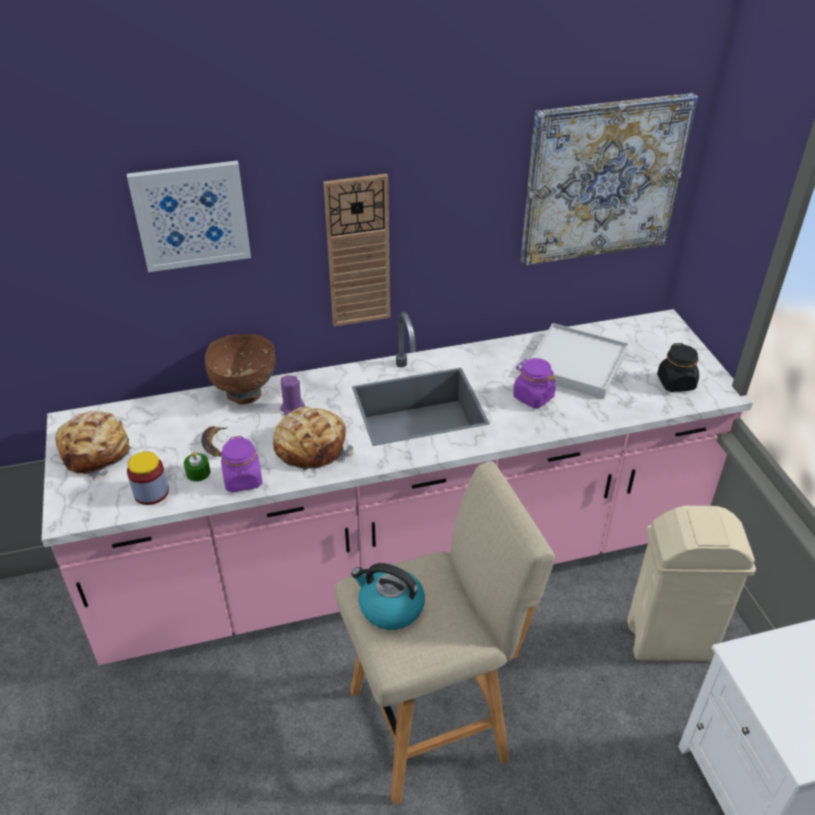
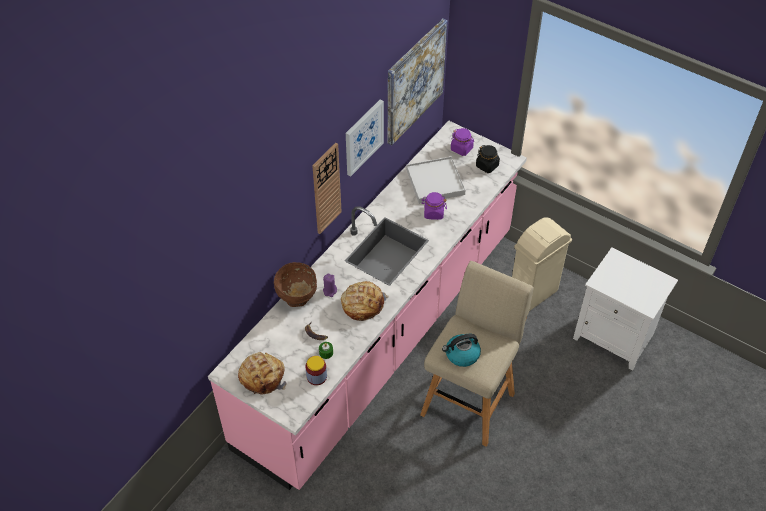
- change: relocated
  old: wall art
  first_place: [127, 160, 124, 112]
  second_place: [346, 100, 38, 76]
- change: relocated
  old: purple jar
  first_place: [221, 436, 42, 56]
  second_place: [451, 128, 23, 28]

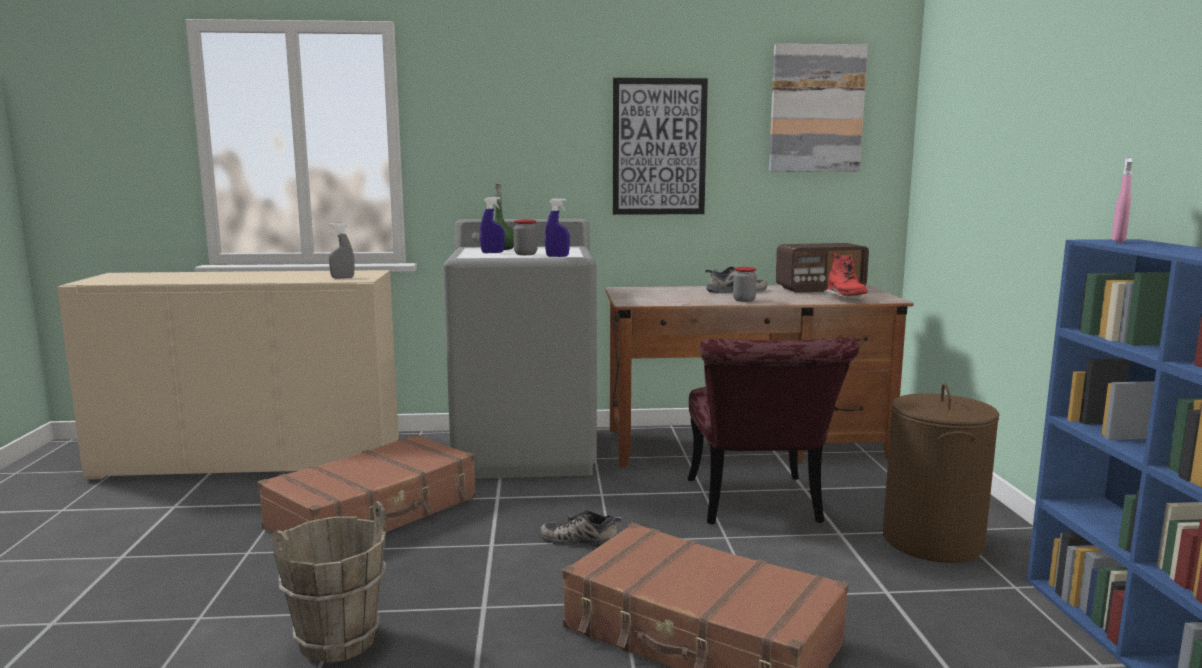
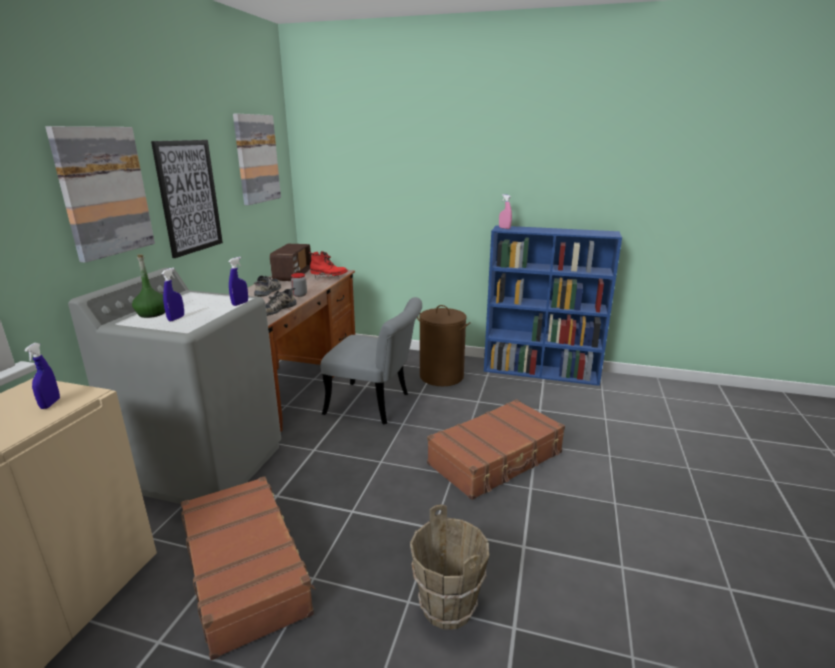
- change: missing
  old: jar
  first_place: [513, 219, 25, 36]
- change: colour
  old: greyish sprayer
  new: blue sprayer
  first_place: [329, 223, 25, 55]
  second_place: [24, 343, 36, 66]
- change: colour
  old: reddish plain chair
  new: greyish plain chair
  first_place: [688, 338, 171, 187]
  second_place: [321, 297, 101, 127]
- change: relocated
  old: shoe
  first_place: [540, 510, 83, 37]
  second_place: [265, 287, 32, 29]
- change: appeared
  new: wall art
  second_place: [45, 126, 110, 137]

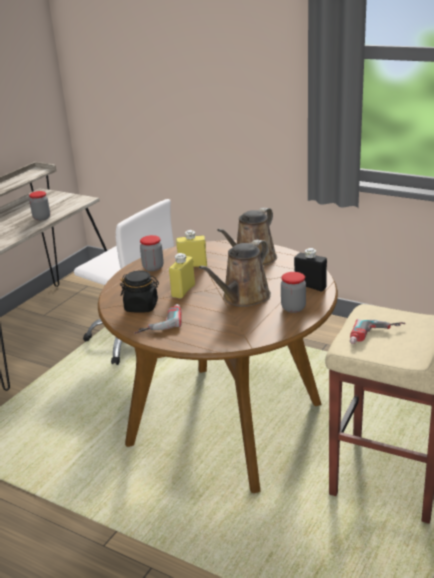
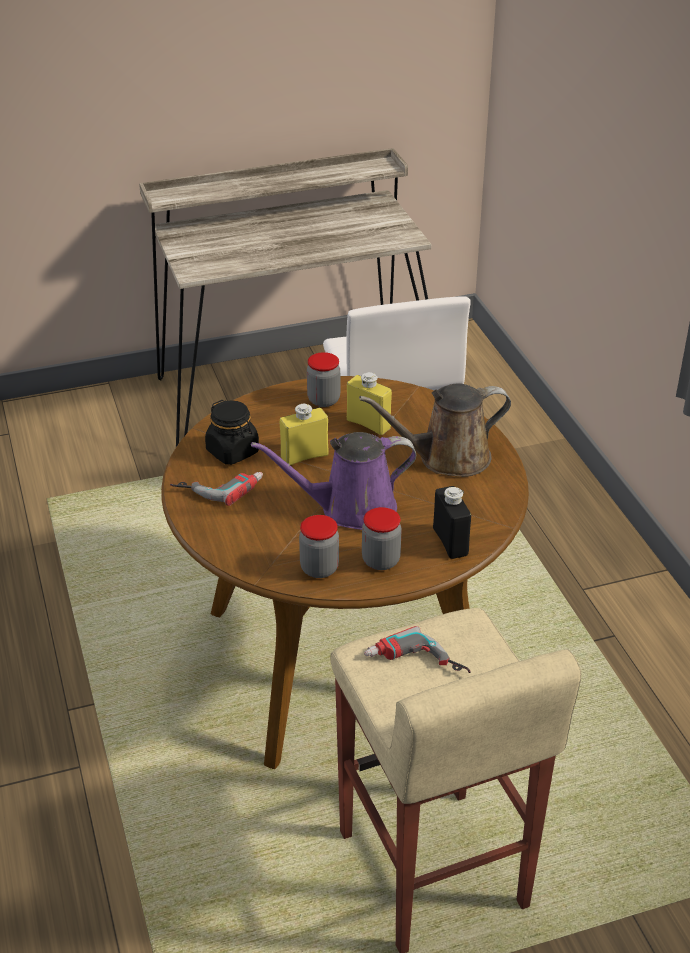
- change: relocated
  old: jar
  first_place: [29, 191, 21, 30]
  second_place: [299, 515, 40, 63]
- change: colour
  old: brownish watering can
  new: purple watering can
  first_place: [199, 239, 72, 68]
  second_place: [251, 432, 165, 98]

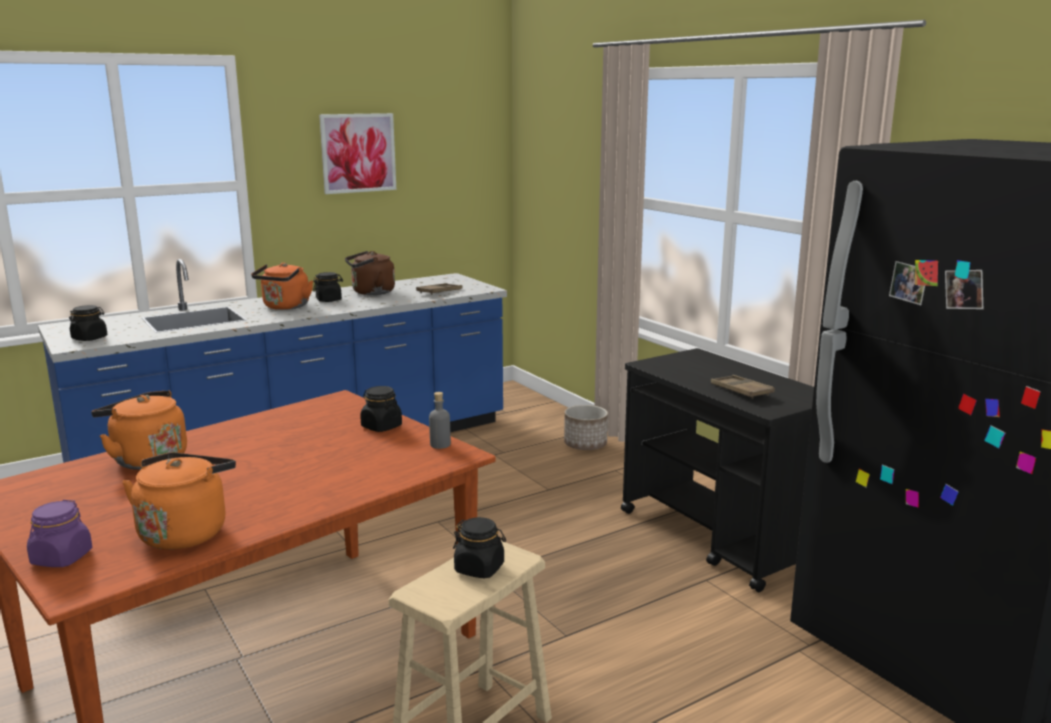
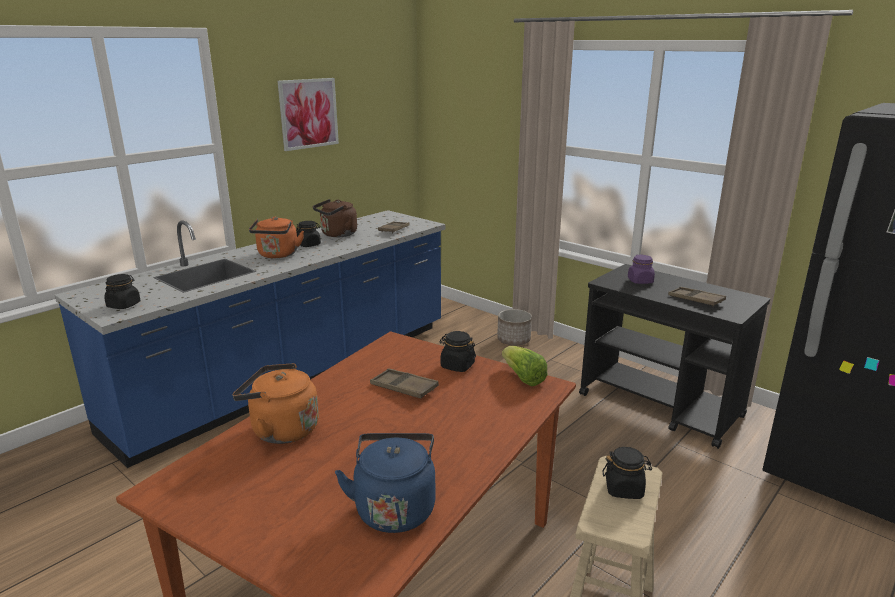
- change: exchanged
  old: greyish bottle
  new: lettuce
  first_place: [429, 392, 22, 57]
  second_place: [502, 346, 45, 40]
- change: colour
  old: orange tea kettle
  new: blue tea kettle
  first_place: [122, 452, 114, 98]
  second_place: [335, 433, 101, 100]
- change: relocated
  old: purple jar
  first_place: [27, 500, 65, 67]
  second_place: [628, 255, 27, 29]
- change: appeared
  new: brownish serving tray
  second_place: [370, 368, 69, 31]

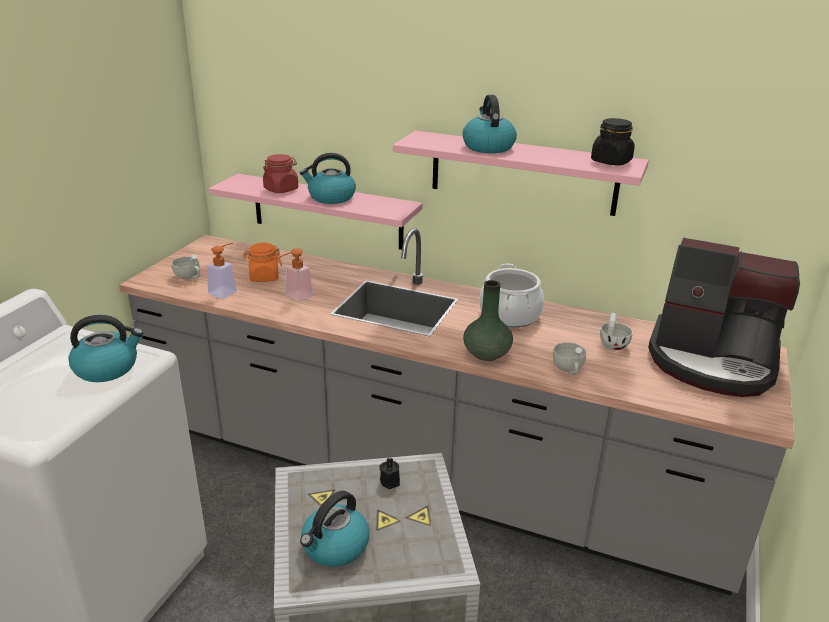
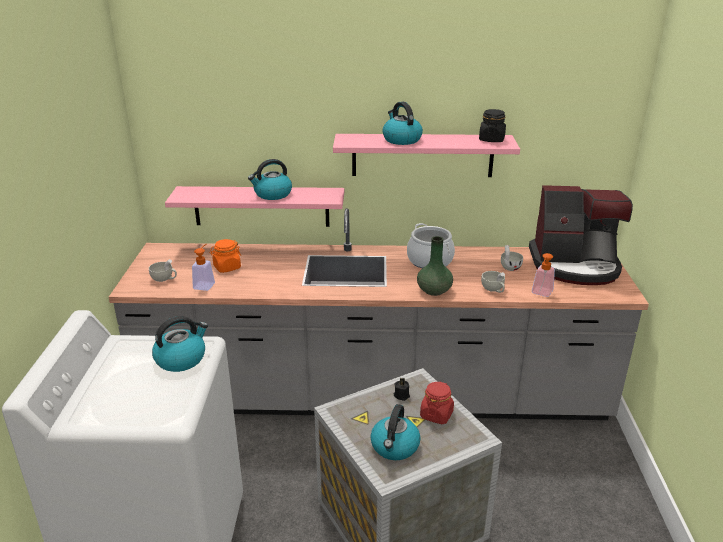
- change: relocated
  old: reddish jar
  first_place: [263, 154, 35, 39]
  second_place: [420, 381, 34, 43]
- change: relocated
  old: soap dispenser
  first_place: [278, 248, 35, 53]
  second_place: [532, 253, 23, 44]

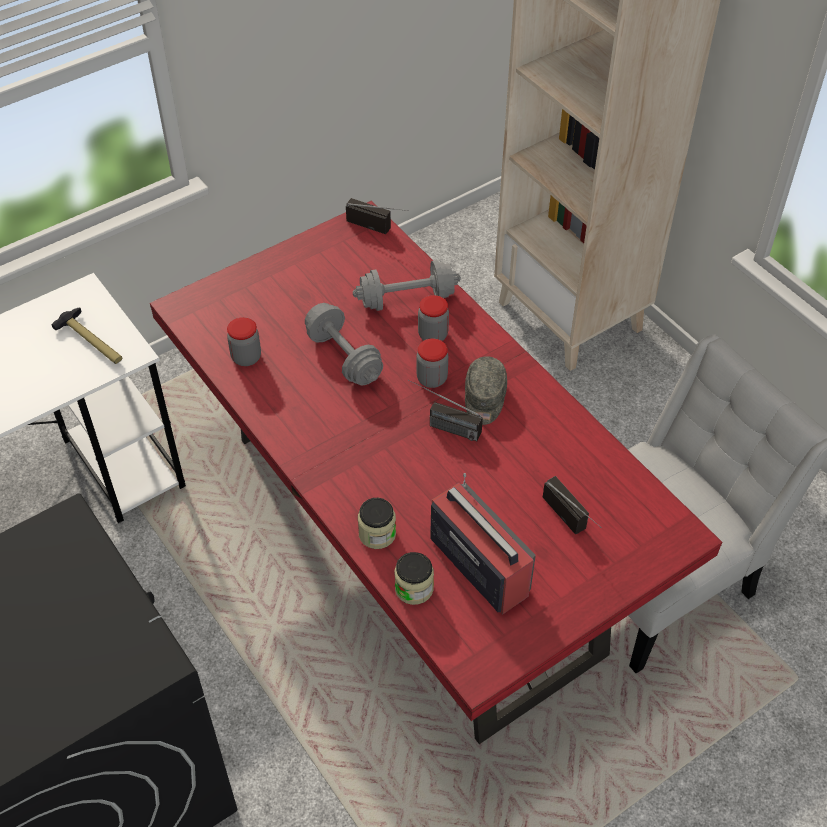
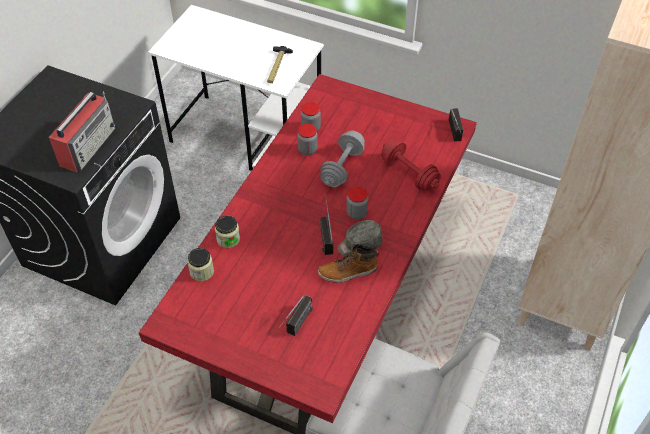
- change: colour
  old: greyish hand weight
  new: reddish hand weight
  first_place: [353, 260, 108, 51]
  second_place: [381, 140, 60, 51]
- change: relocated
  old: jar
  first_place: [418, 295, 31, 46]
  second_place: [297, 124, 21, 31]
- change: relocated
  old: radio
  first_place: [430, 473, 106, 142]
  second_place: [49, 92, 66, 80]
- change: appeared
  new: high-top boot
  second_place: [318, 244, 61, 39]

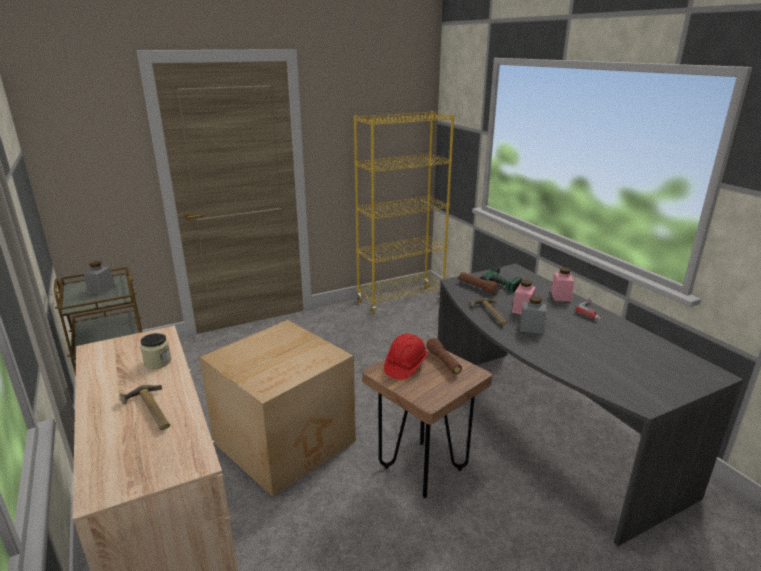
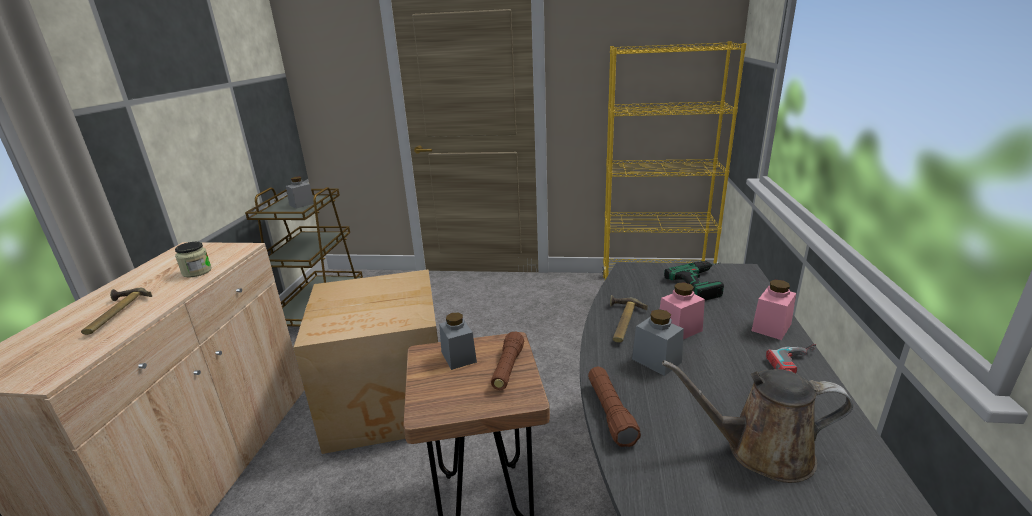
- change: relocated
  old: brownish flashlight
  first_place: [459, 272, 41, 22]
  second_place: [588, 367, 53, 80]
- change: exchanged
  old: reddish work helmet
  new: greyish jar
  first_place: [384, 333, 44, 47]
  second_place: [439, 313, 38, 57]
- change: appeared
  new: brownish watering can
  second_place: [662, 360, 191, 123]

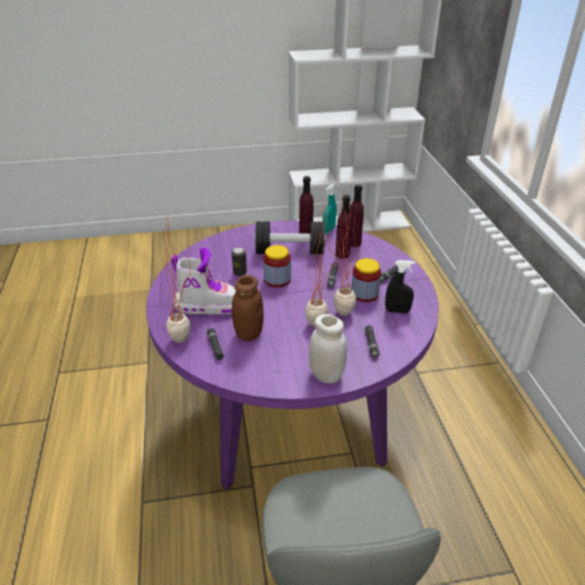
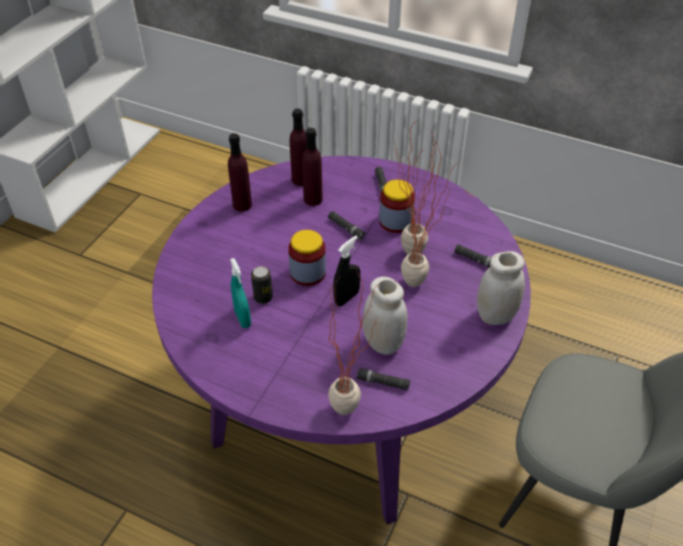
- change: relocated
  old: turquoise sprayer
  first_place: [322, 184, 15, 50]
  second_place: [230, 258, 21, 70]
- change: missing
  old: black-coloured hand weight
  first_place: [254, 221, 72, 33]
- change: missing
  old: high-top boot
  first_place: [172, 247, 64, 67]
- change: relocated
  old: black-coloured sprayer
  first_place: [385, 260, 30, 53]
  second_place: [333, 236, 27, 70]
- change: colour
  old: brownish jar
  new: white jar
  first_place: [232, 275, 32, 66]
  second_place: [363, 277, 45, 78]

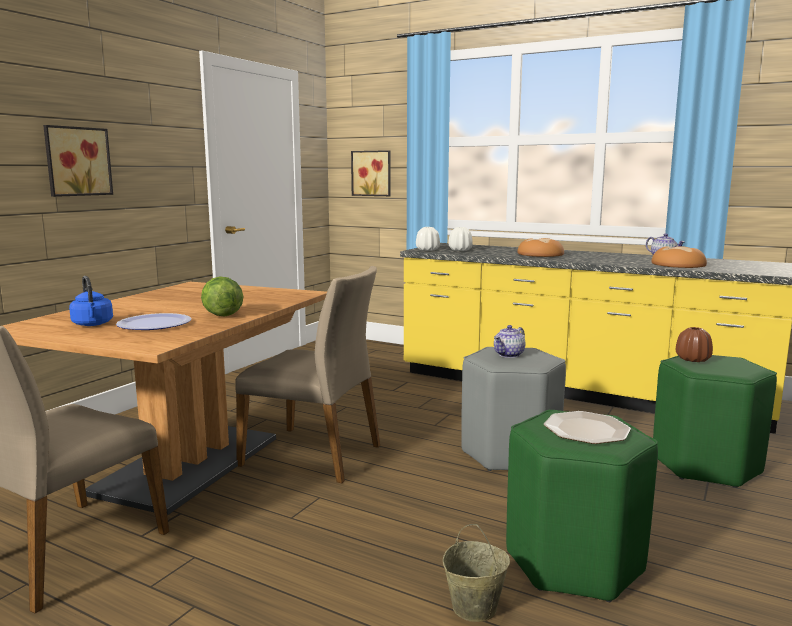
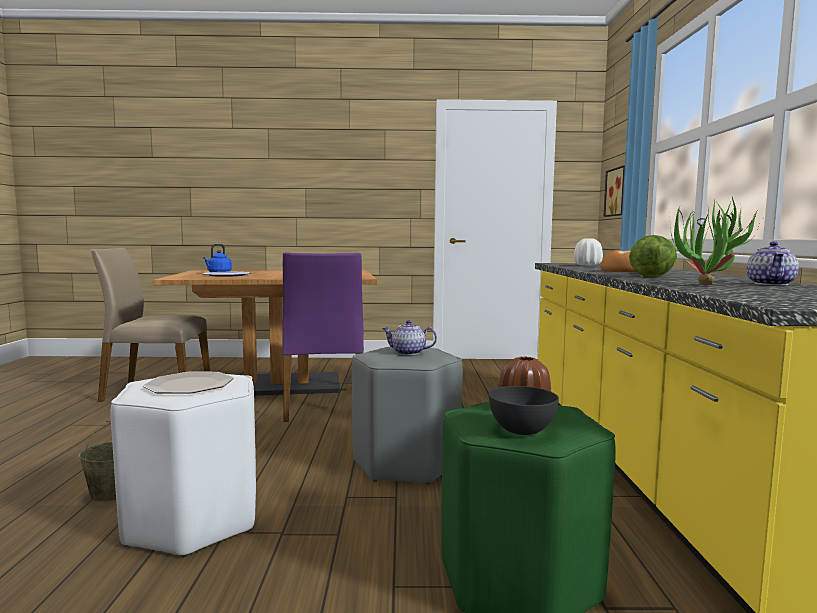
- change: missing
  old: wall art
  first_place: [43, 125, 70, 72]
- change: missing
  old: white flower vase
  first_place: [416, 227, 24, 24]
- change: exchanged
  old: bread
  new: potted plant
  first_place: [651, 246, 56, 22]
  second_place: [669, 195, 91, 91]
- change: colour
  old: sand-coloured plain chair
  new: purple plain chair
  first_place: [236, 266, 144, 217]
  second_place: [282, 252, 82, 170]
- change: relocated
  old: lettuce
  first_place: [201, 276, 42, 40]
  second_place: [629, 235, 48, 42]
- change: colour
  old: green-coloured sitting stool
  new: white sitting stool
  first_place: [506, 410, 152, 192]
  second_place: [110, 371, 146, 186]
- change: appeared
  new: greyish deep dish
  second_place: [489, 386, 70, 49]

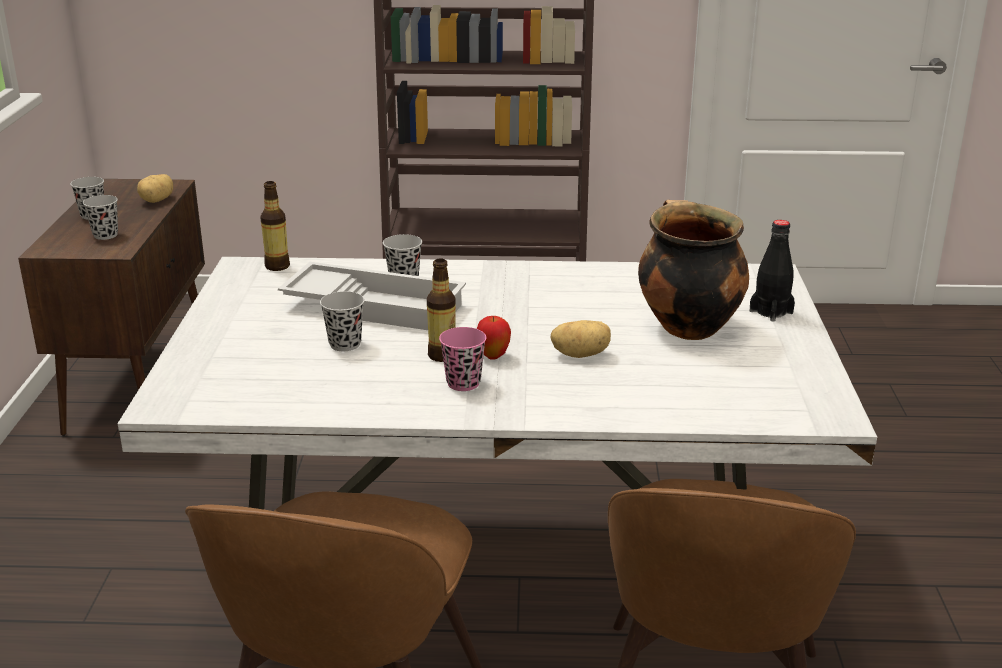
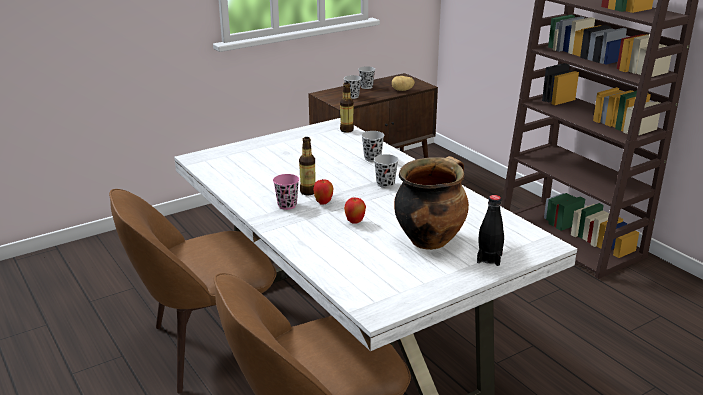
- change: missing
  old: white serving tray
  first_place: [278, 262, 188, 68]
- change: relocated
  old: black-coloured drinking cup
  first_place: [320, 291, 45, 60]
  second_place: [374, 154, 25, 34]
- change: exchanged
  old: whole potato
  new: whole apple
  first_place: [550, 320, 61, 38]
  second_place: [344, 197, 22, 27]

